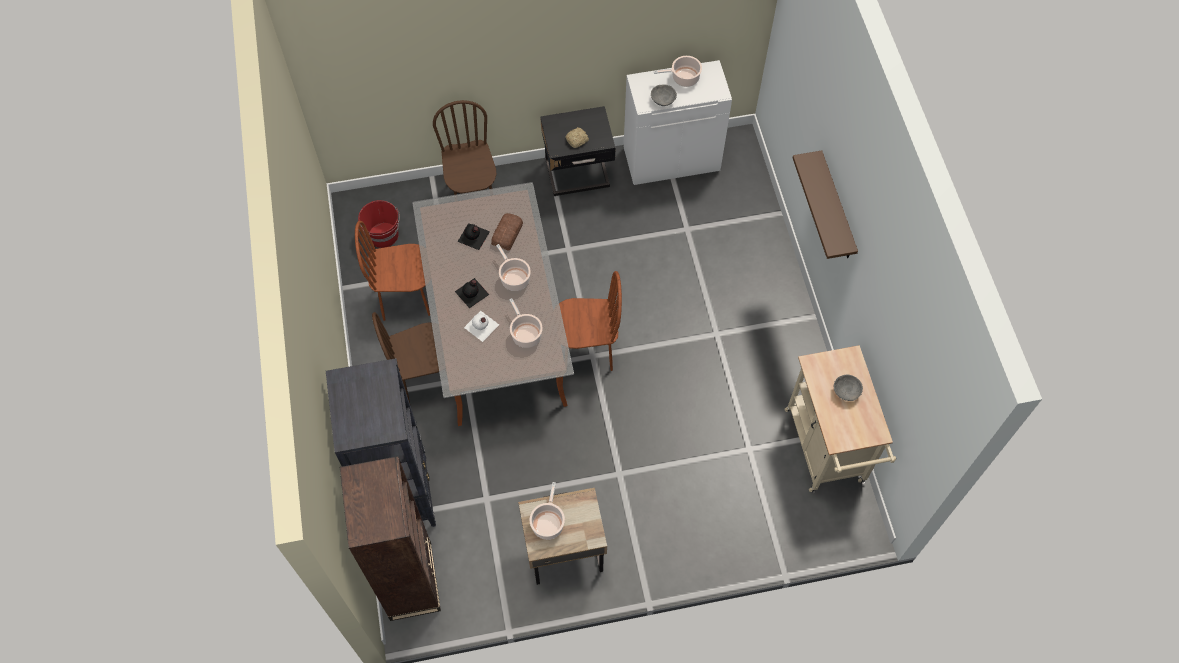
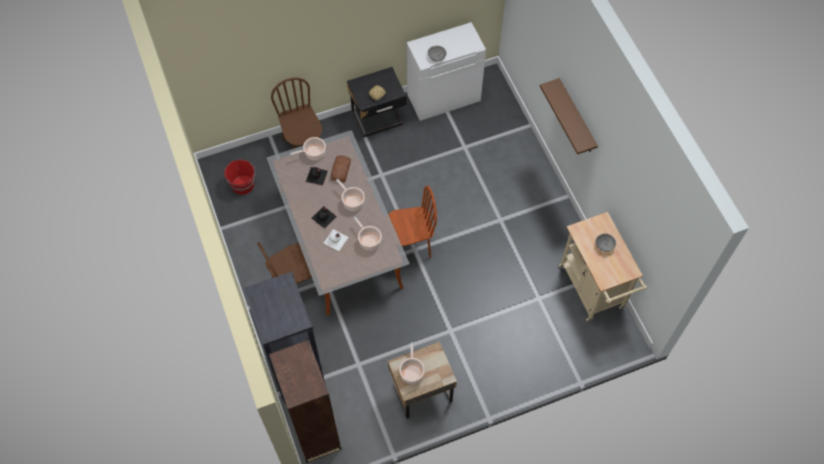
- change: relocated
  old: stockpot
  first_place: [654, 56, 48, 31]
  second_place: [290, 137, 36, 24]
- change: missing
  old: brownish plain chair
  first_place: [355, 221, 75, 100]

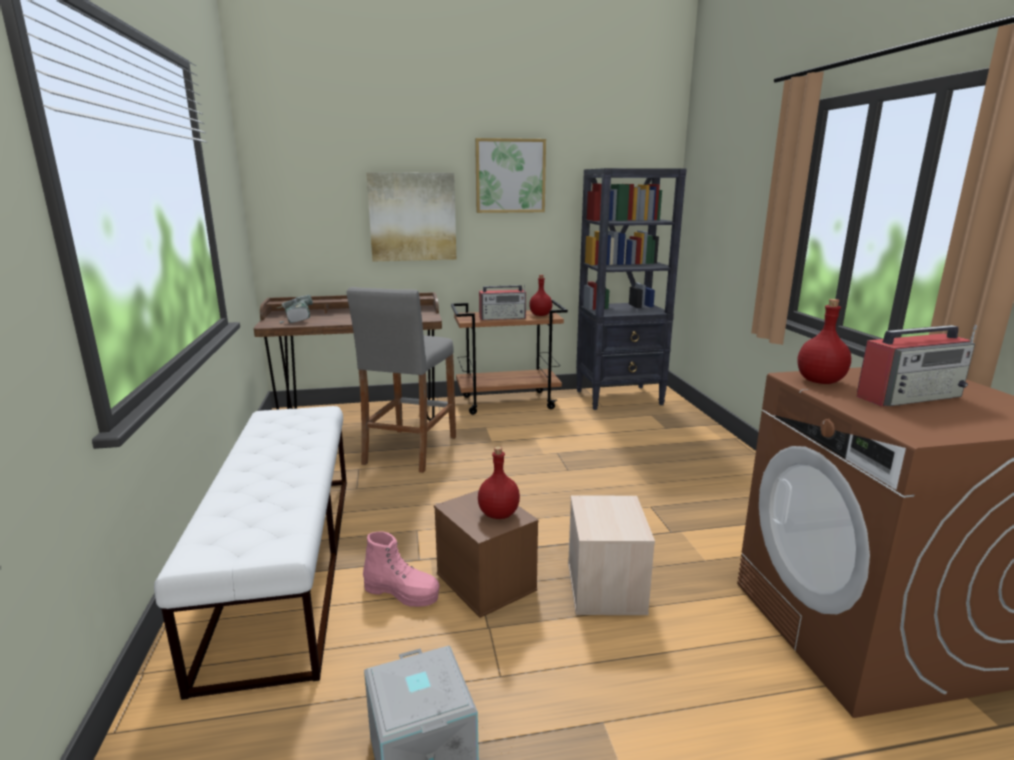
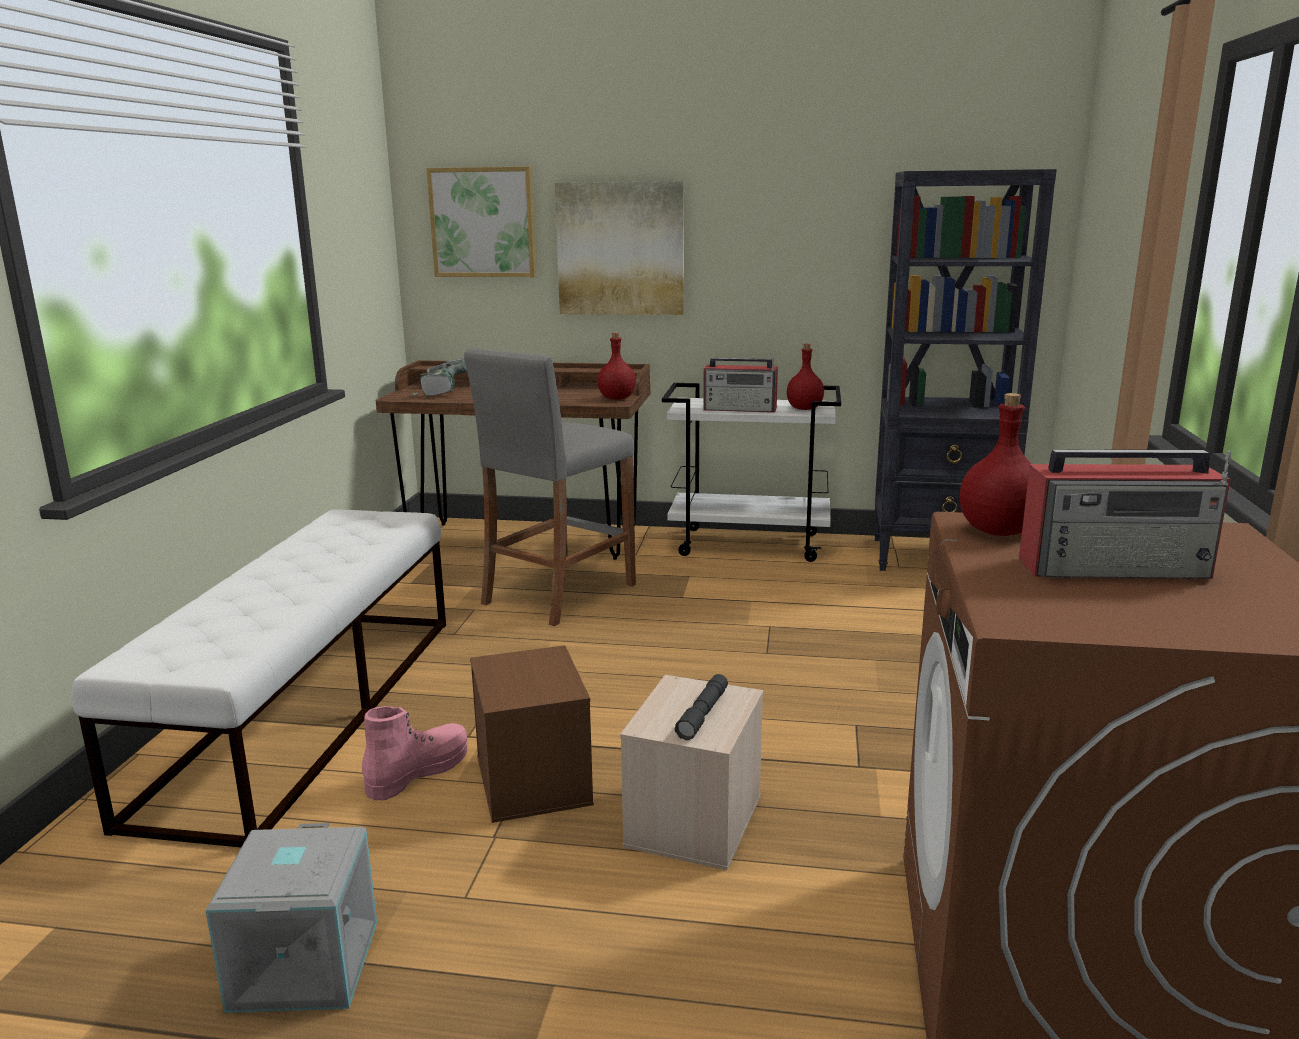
- change: relocated
  old: wall art
  first_place: [475, 138, 71, 75]
  second_place: [426, 167, 110, 110]
- change: colour
  old: brownish cart
  new: white cart
  first_place: [451, 300, 117, 115]
  second_place: [662, 383, 179, 179]
- change: relocated
  old: reddish bottle
  first_place: [478, 446, 42, 73]
  second_place: [597, 332, 39, 68]
- change: spun
  old: pink high-top boot
  first_place: [363, 531, 77, 76]
  second_place: [362, 706, 105, 94]
  degrees: -90
- change: appeared
  new: greyish flashlight
  second_place: [675, 674, 53, 66]

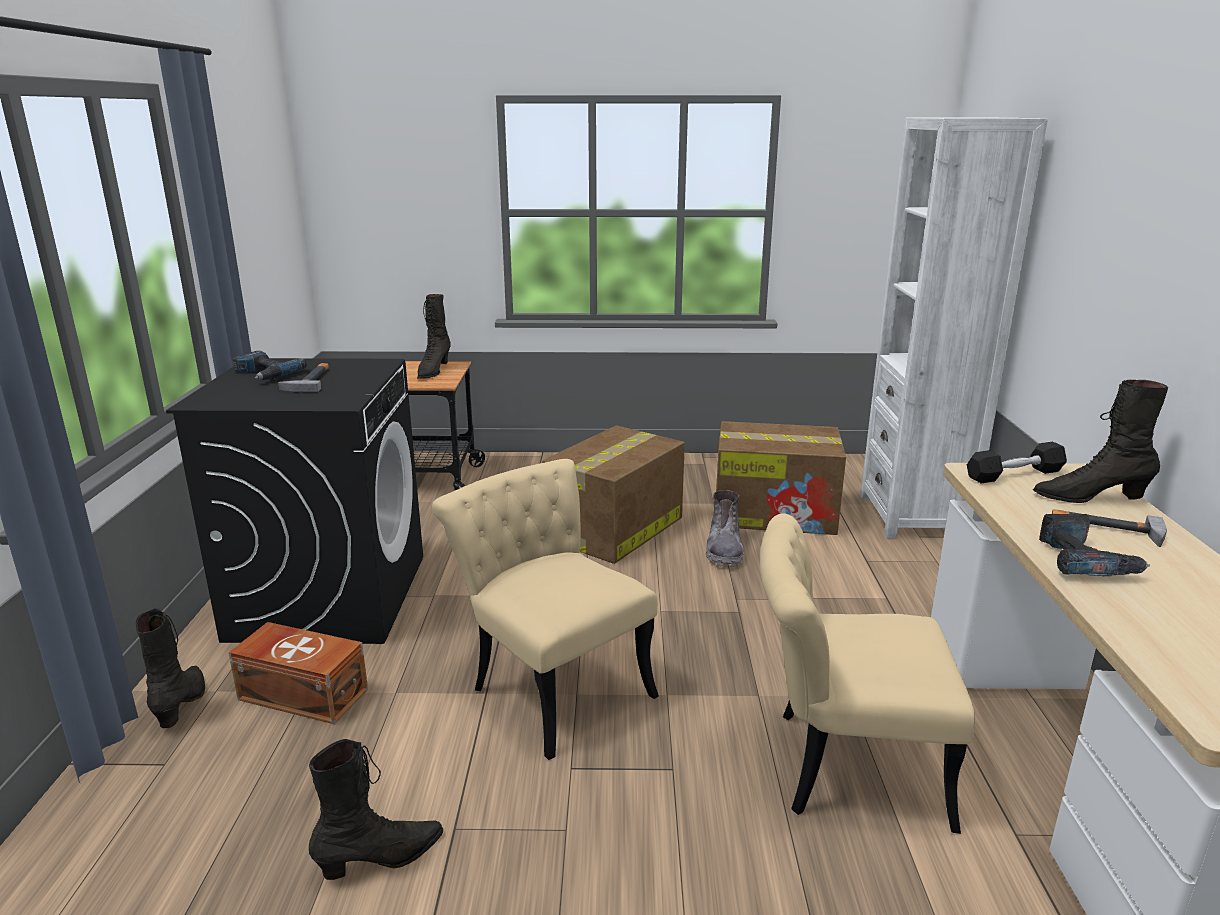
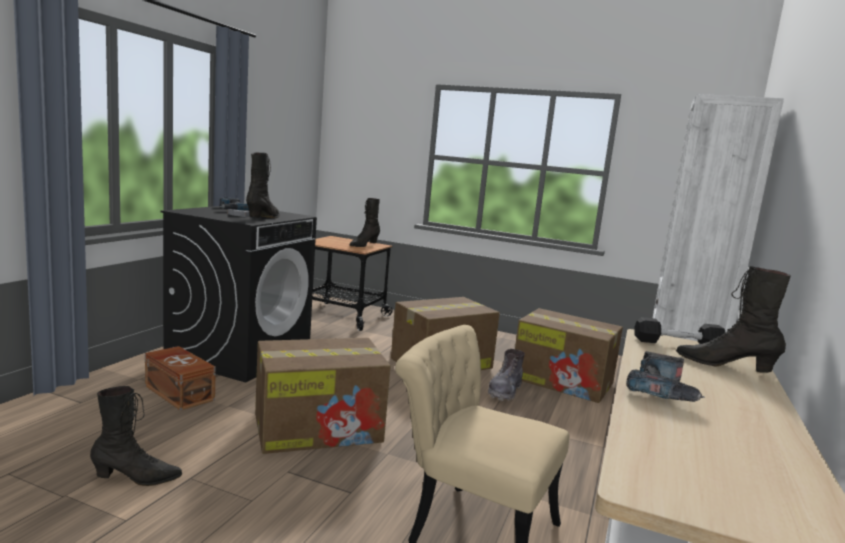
- change: exchanged
  old: sand-coloured plain chair
  new: cardboard box
  first_place: [432, 459, 227, 301]
  second_place: [255, 338, 136, 116]
- change: missing
  old: hammer
  first_place: [1052, 509, 115, 38]
- change: relocated
  old: black-coloured high-top boot
  first_place: [135, 608, 70, 120]
  second_place: [246, 153, 34, 65]

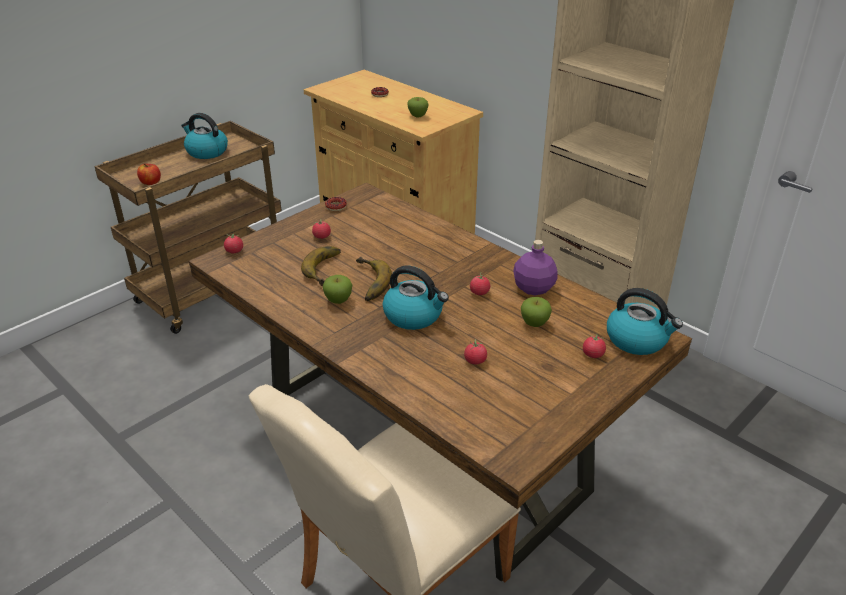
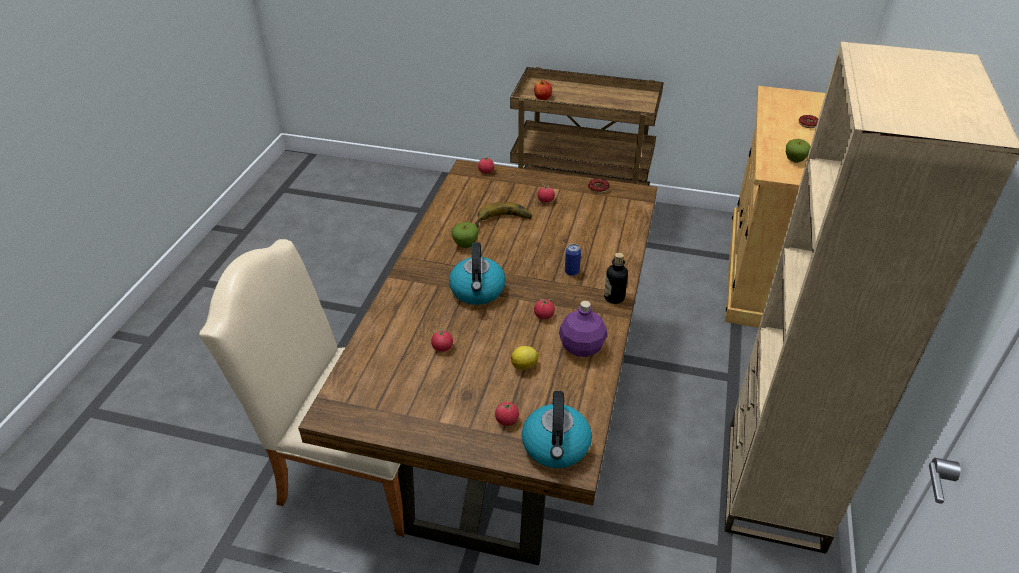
- change: missing
  old: tea kettle
  first_place: [181, 113, 47, 46]
- change: missing
  old: whole banana
  first_place: [356, 257, 36, 44]
- change: exchanged
  old: whole apple
  new: lemon
  first_place: [521, 297, 31, 30]
  second_place: [511, 346, 28, 24]
- change: appeared
  new: can
  second_place: [565, 244, 16, 32]
- change: appeared
  new: bottle
  second_place: [604, 253, 24, 51]

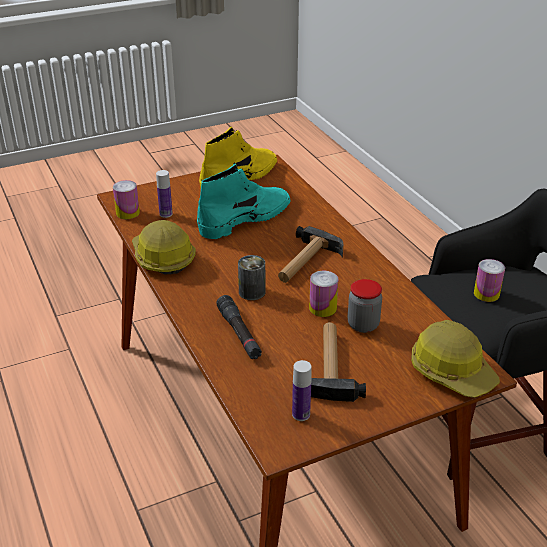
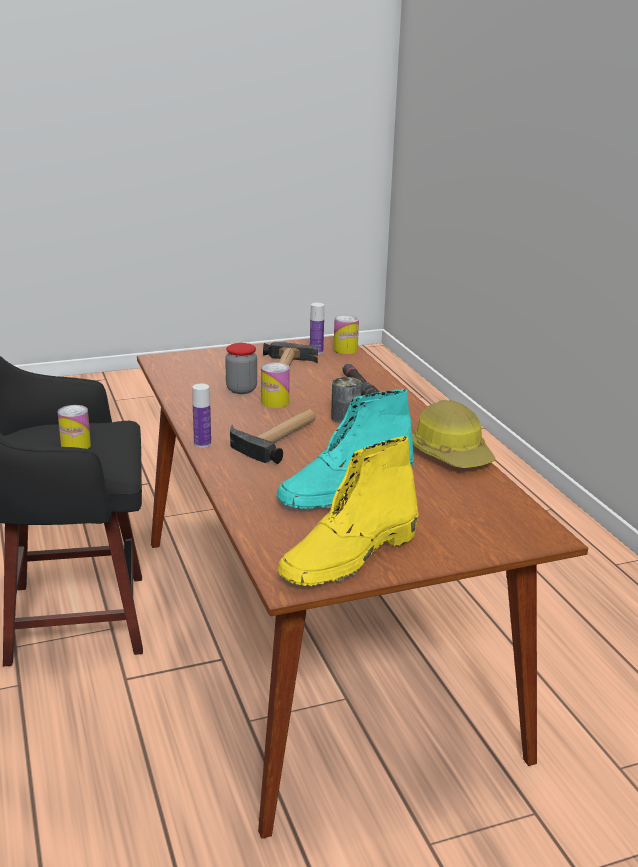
- change: relocated
  old: bottle
  first_place: [156, 170, 17, 48]
  second_place: [192, 384, 19, 64]
- change: relocated
  old: can
  first_place: [113, 180, 27, 39]
  second_place: [333, 315, 26, 39]
- change: missing
  old: work helmet
  first_place: [411, 320, 89, 78]

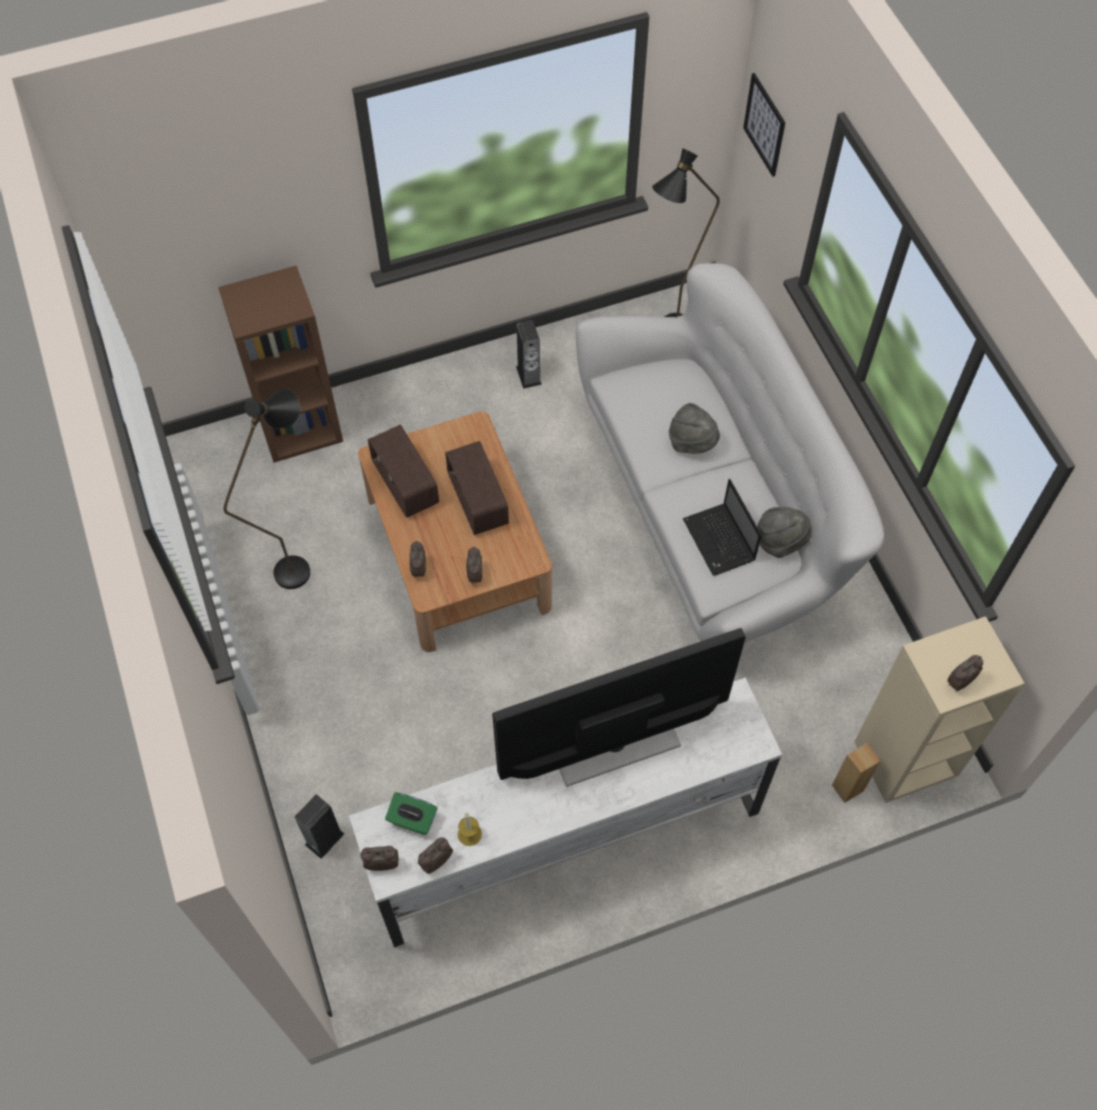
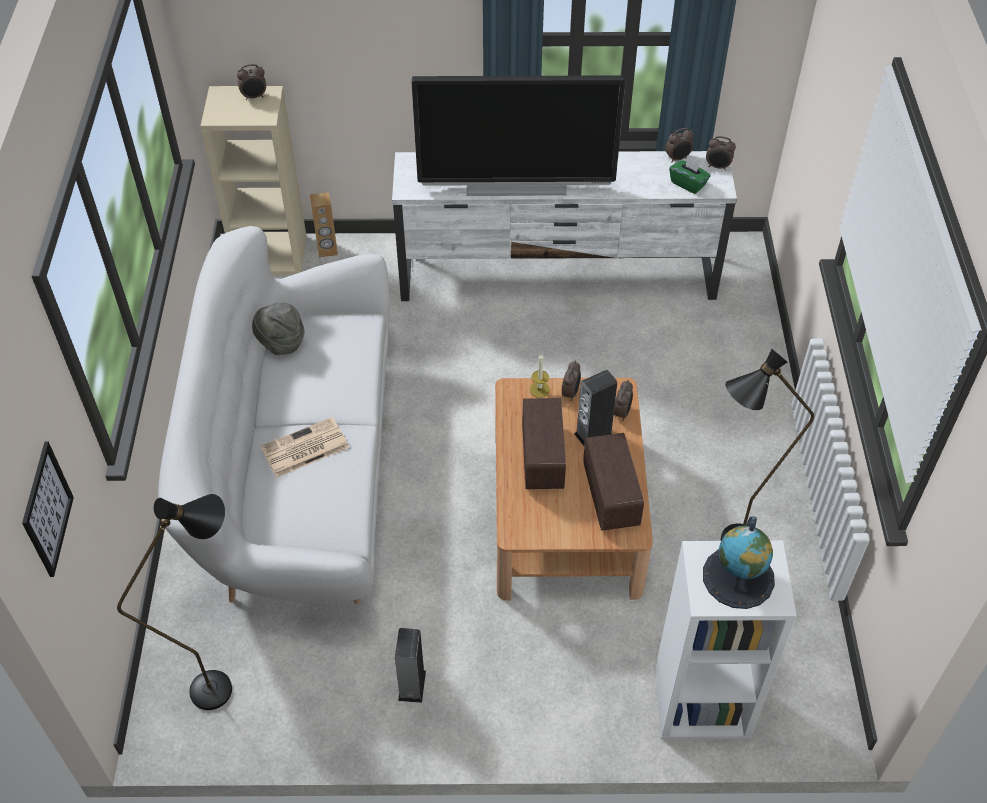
- change: colour
  old: brownish shelving unit
  new: white shelving unit
  first_place: [218, 266, 125, 197]
  second_place: [655, 541, 142, 199]
- change: exchanged
  old: greyish clothing hat
  new: daily paper
  first_place: [669, 403, 51, 51]
  second_place: [261, 417, 88, 61]
- change: missing
  old: portable computer
  first_place: [683, 479, 79, 96]
- change: relocated
  old: speaker
  first_place: [295, 794, 49, 65]
  second_place: [574, 369, 43, 77]
- change: relocated
  old: wax candle
  first_place: [458, 812, 24, 34]
  second_place: [530, 353, 20, 45]
- change: appeared
  new: globe
  second_place: [703, 516, 72, 93]

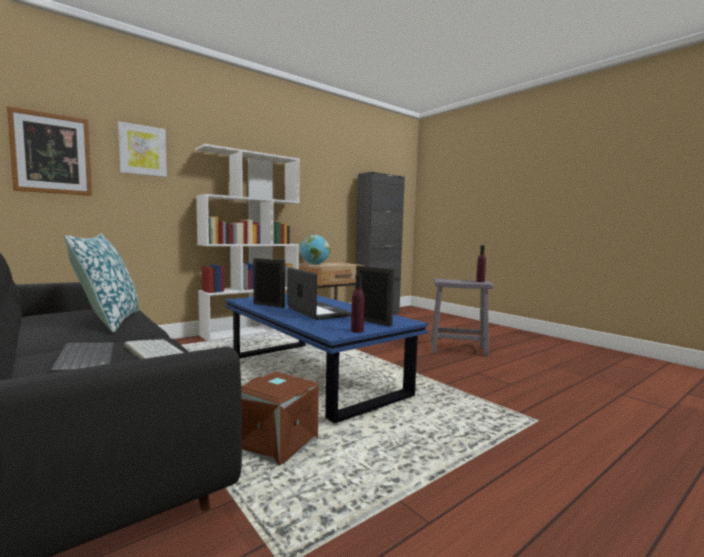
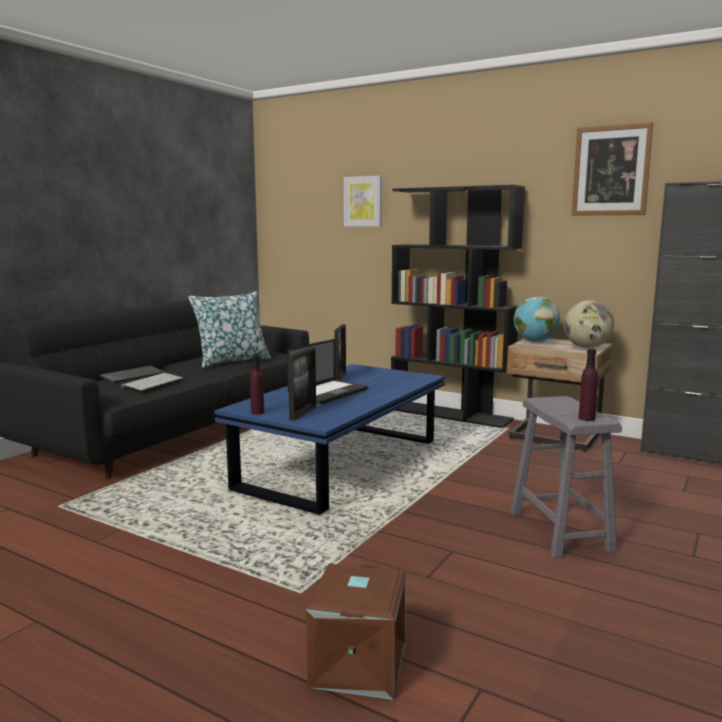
- change: relocated
  old: wall art
  first_place: [7, 106, 85, 90]
  second_place: [572, 122, 81, 94]
- change: colour
  old: white shelving unit
  new: black-coloured shelving unit
  first_place: [195, 144, 105, 198]
  second_place: [391, 185, 134, 243]
- change: relocated
  old: brownish storage bin
  first_place: [241, 372, 78, 94]
  second_place: [306, 564, 100, 136]
- change: appeared
  new: globe
  second_place: [564, 300, 50, 48]

